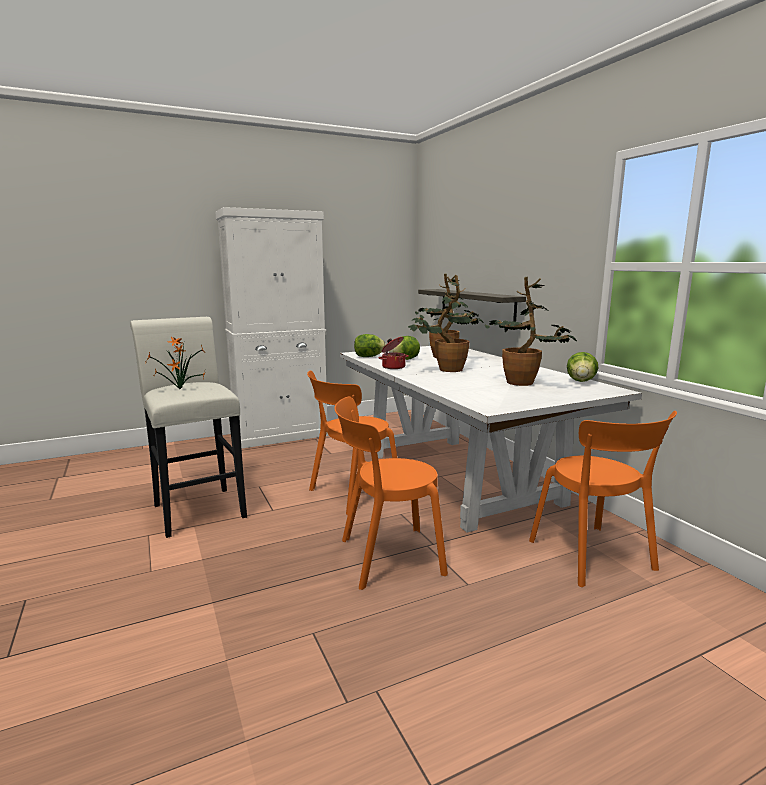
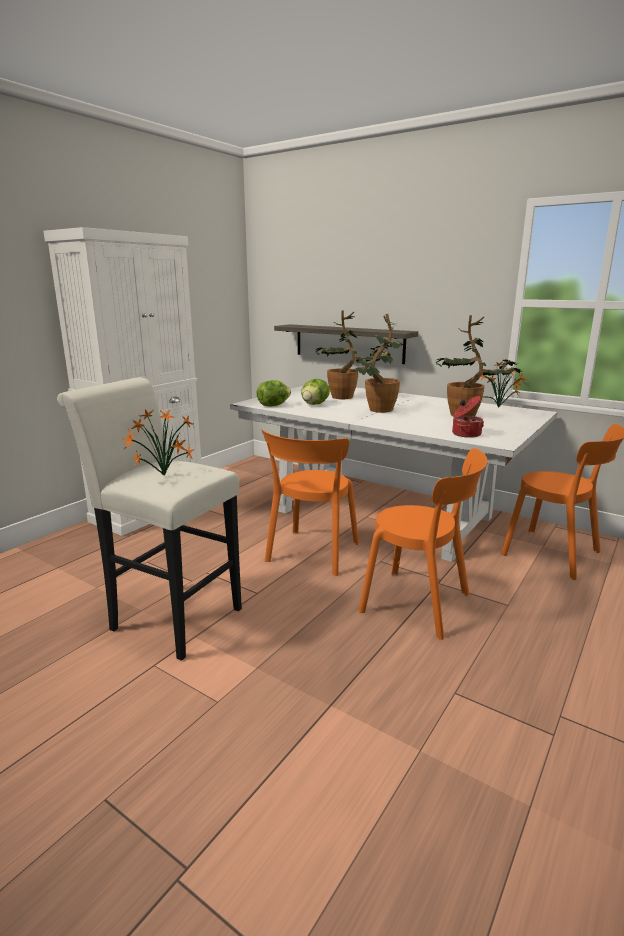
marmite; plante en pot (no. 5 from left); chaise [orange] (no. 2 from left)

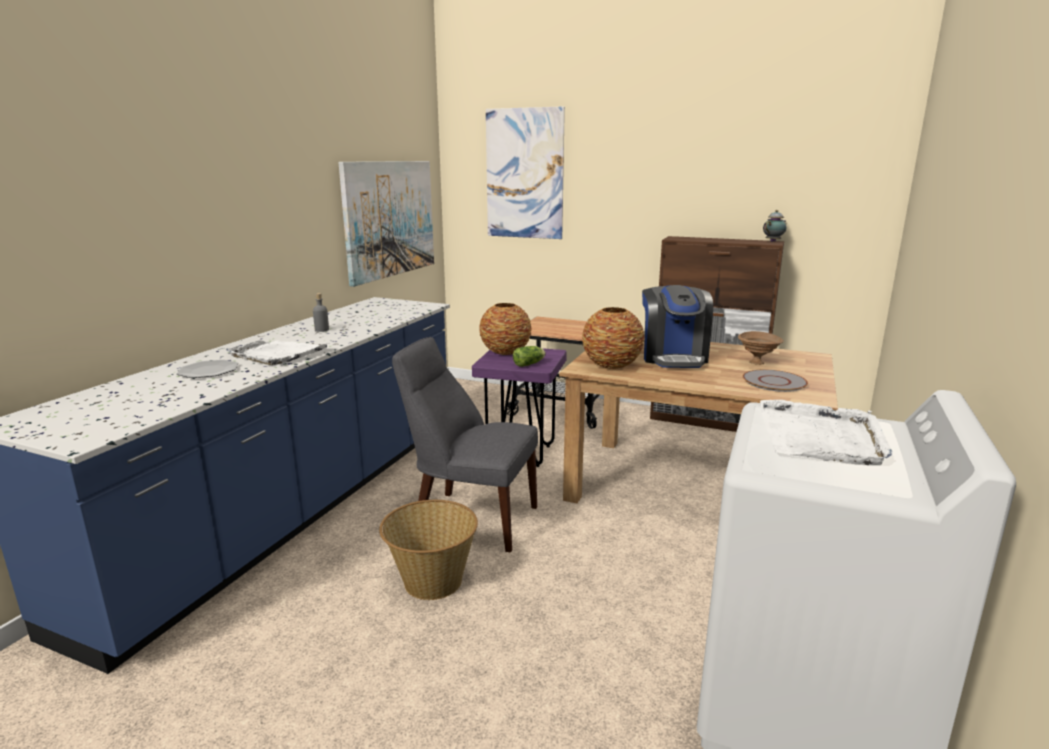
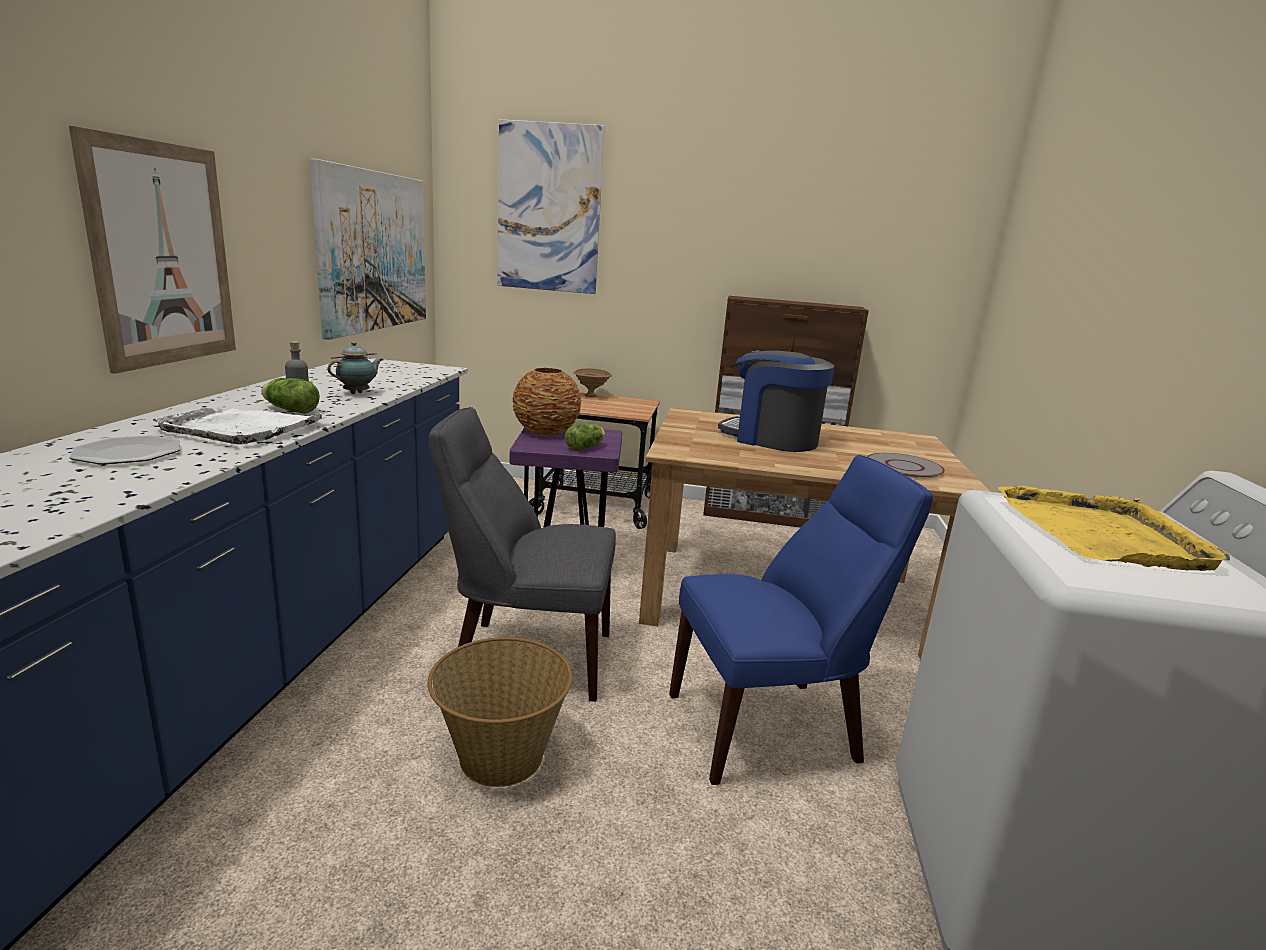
vase (no. 2 from left in the first image); tableau (no. 1 from left); laitue (no. 1 from left); chaise [bleu]; bol [marron]; théière; plateau [jaune]; machine à café

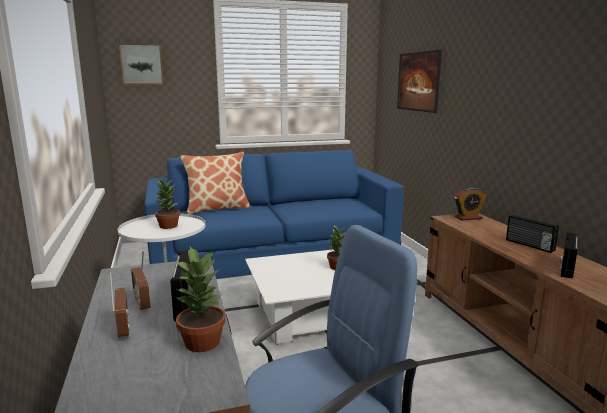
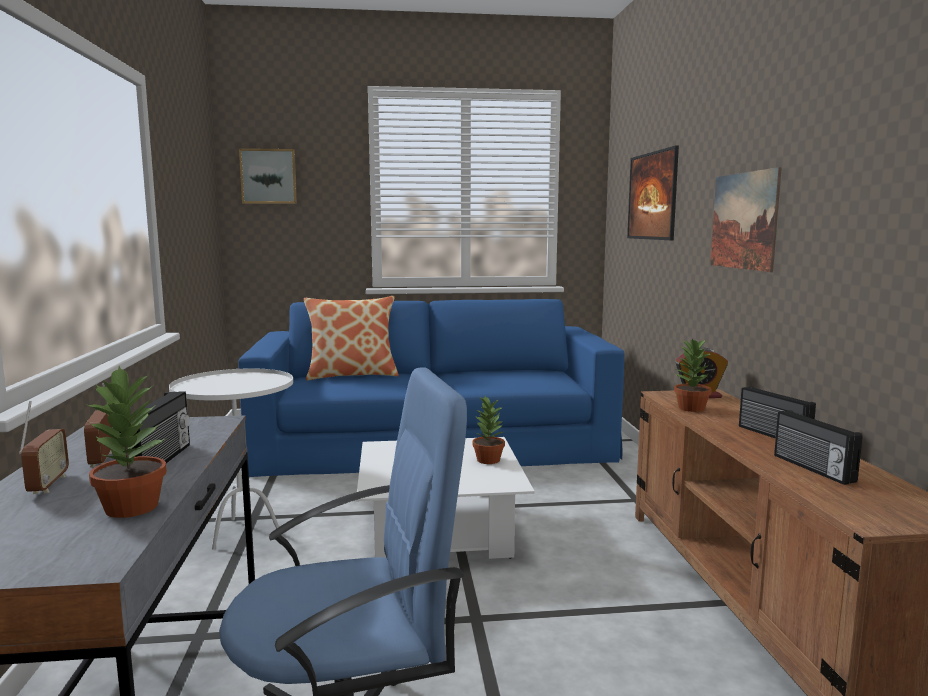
tableau (no. 3 from left); plante en pot (no. 3 from left); radio (no. 5 from left)

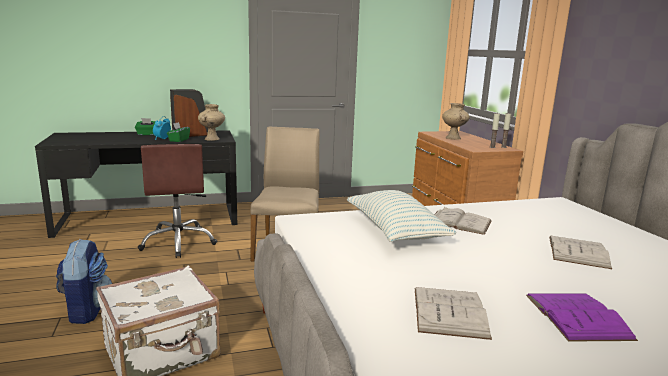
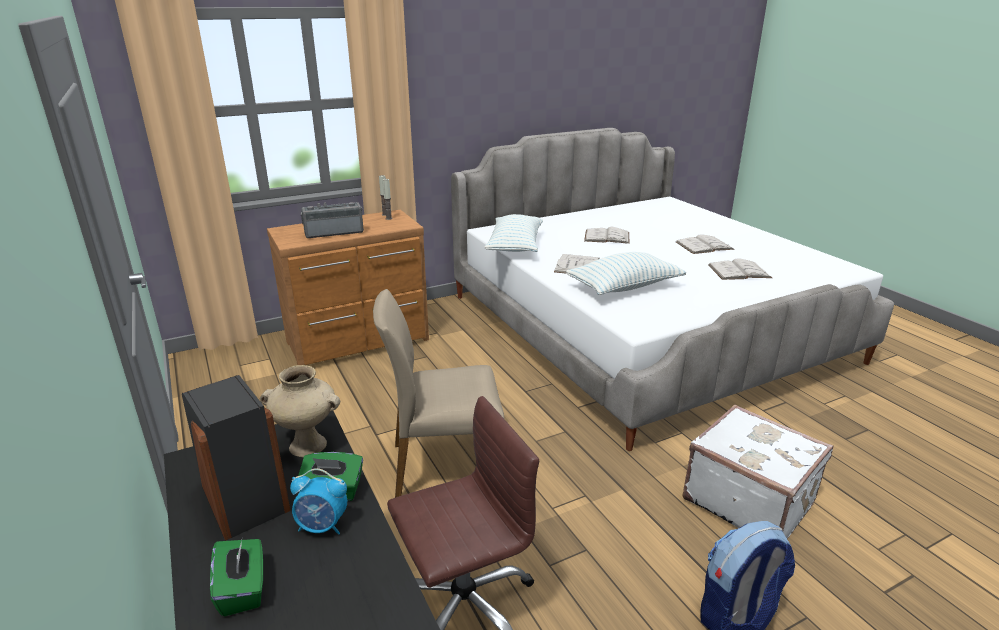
coussin (no. 1 from left); radio; livre [blanc] (no. 3 from left)

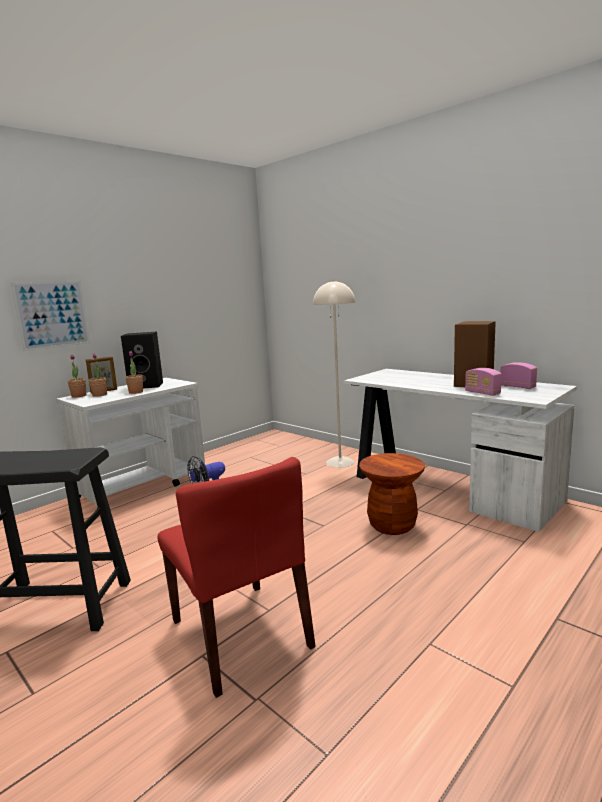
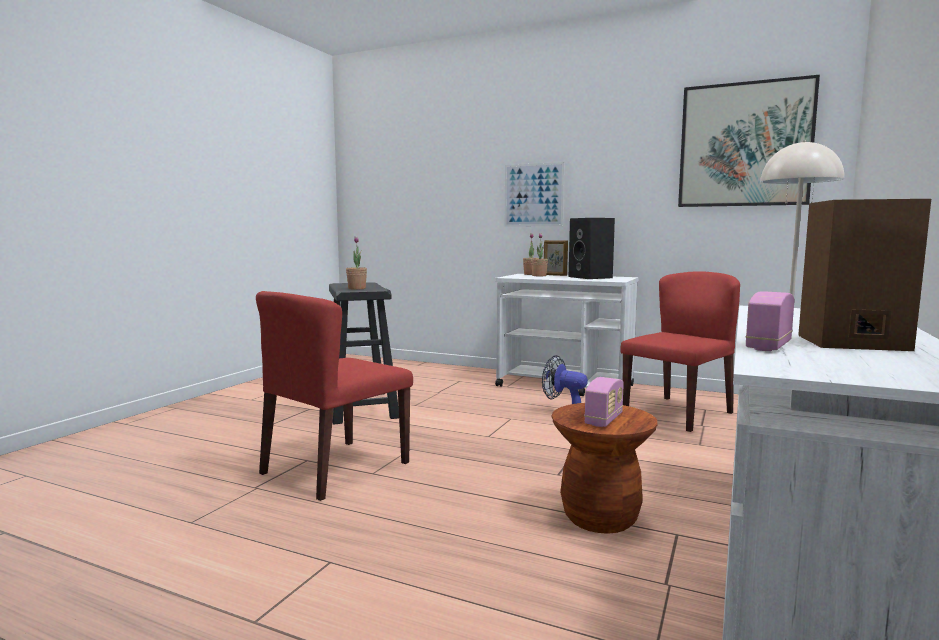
chaise [rouge] (no. 2 from left); tableau (no. 2 from left); plante en pot (no. 1 from left); radio (no. 1 from left)

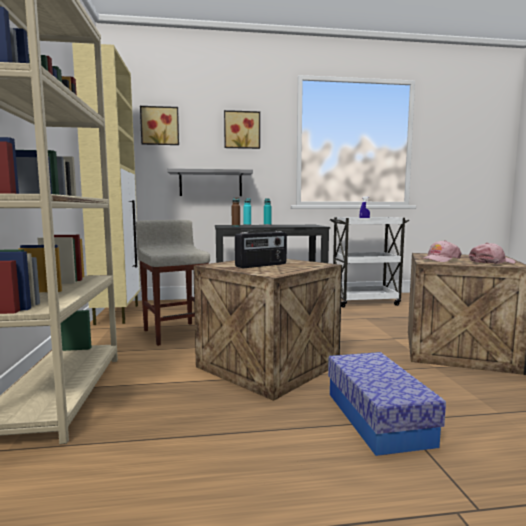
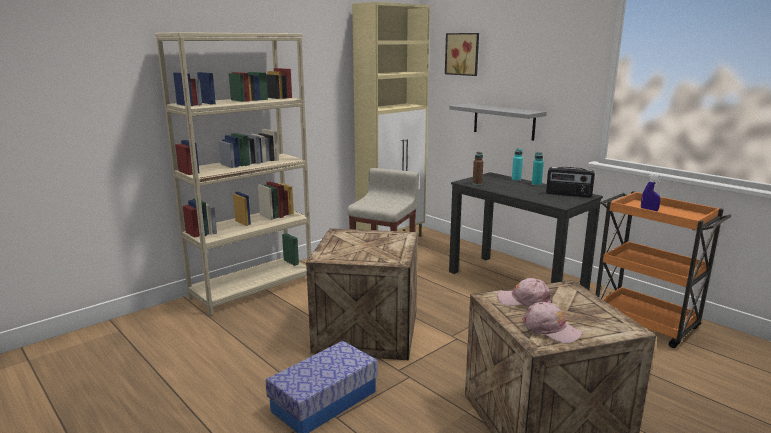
tableau (no. 2 from left in the first image); radio; chariot [orange]

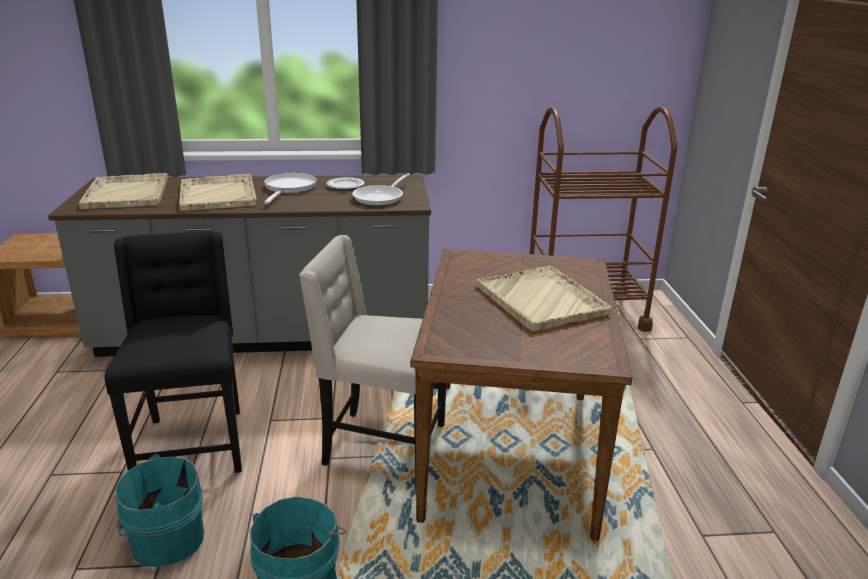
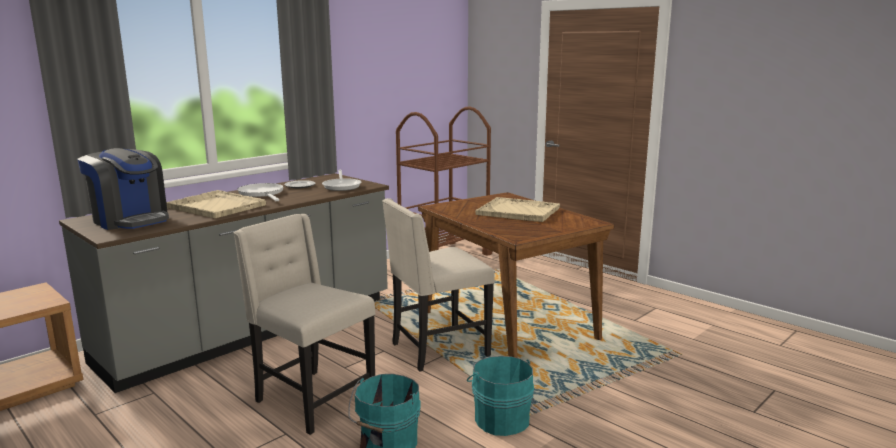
machine à café; chaise [beige] (no. 1 from left)

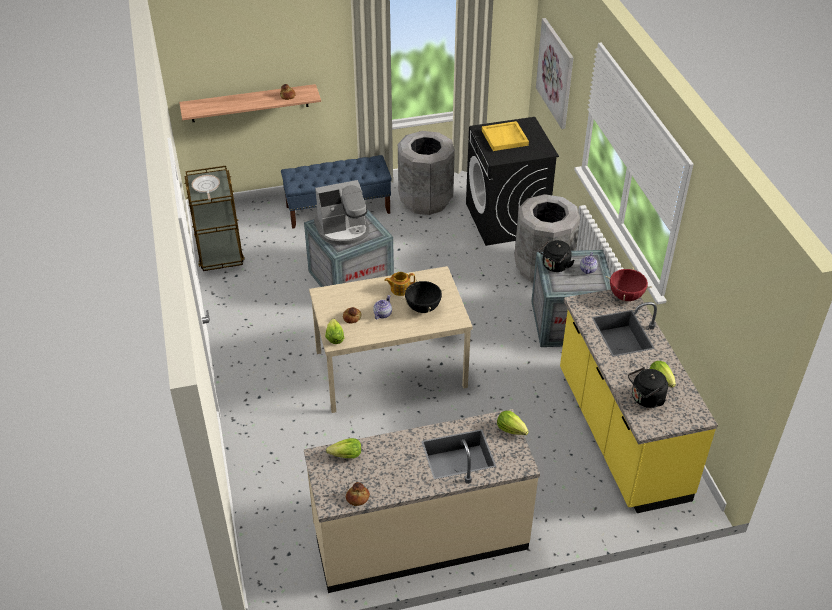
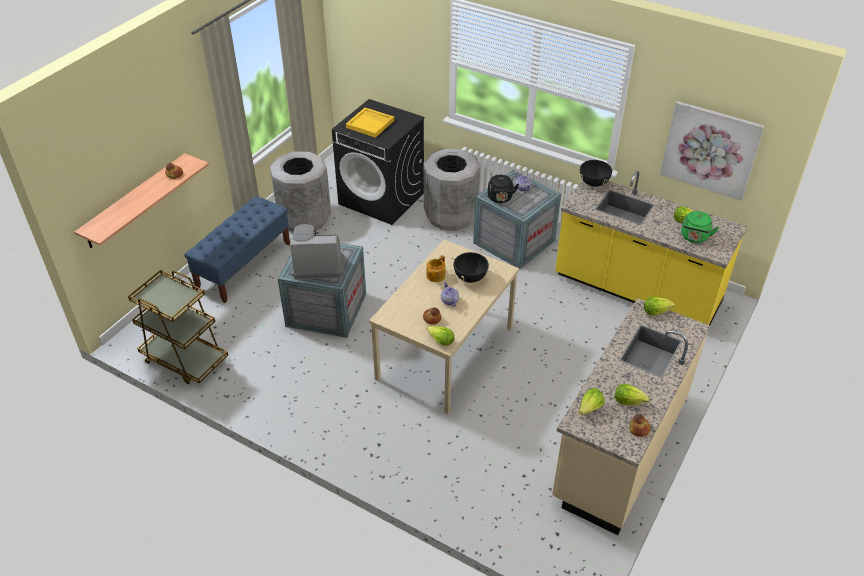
poêle; laitue (no. 3 from left); tableau; marmite [noir] (no. 2 from left); bouilloire [vert]; machine à café

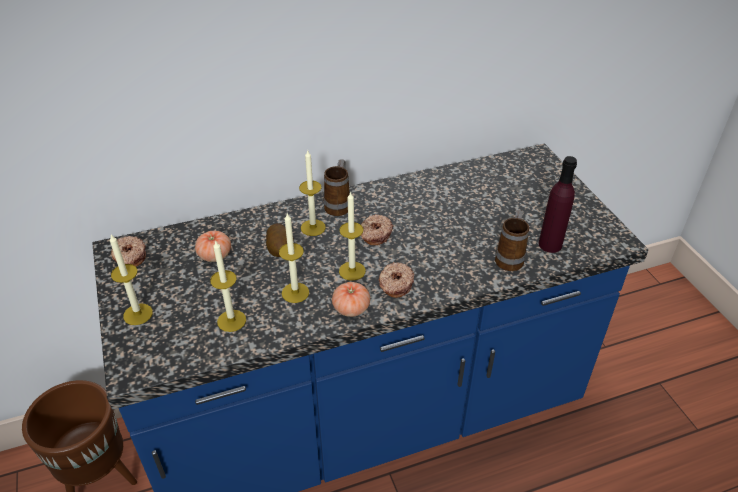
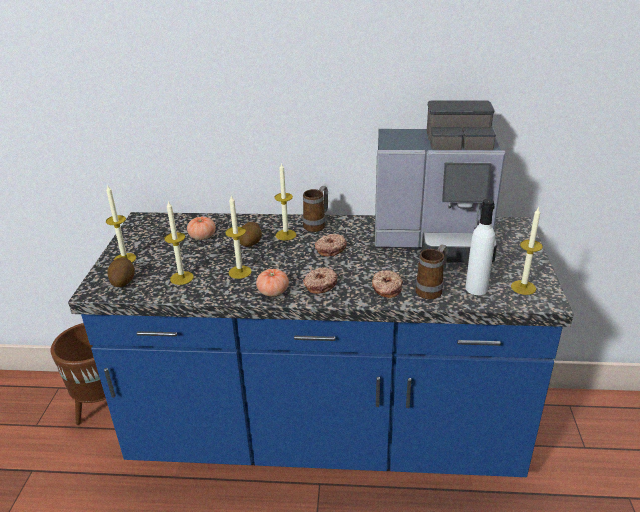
pomme de terre (no. 1 from left); machine à café; beignet (no. 3 from left); bougie (no. 5 from left); bouteille [blanc]

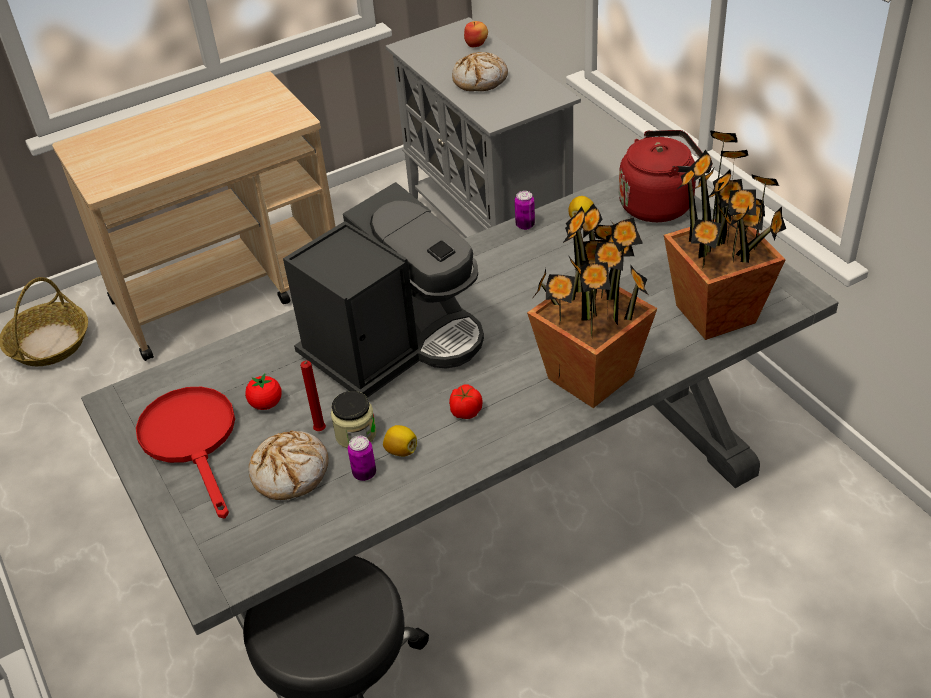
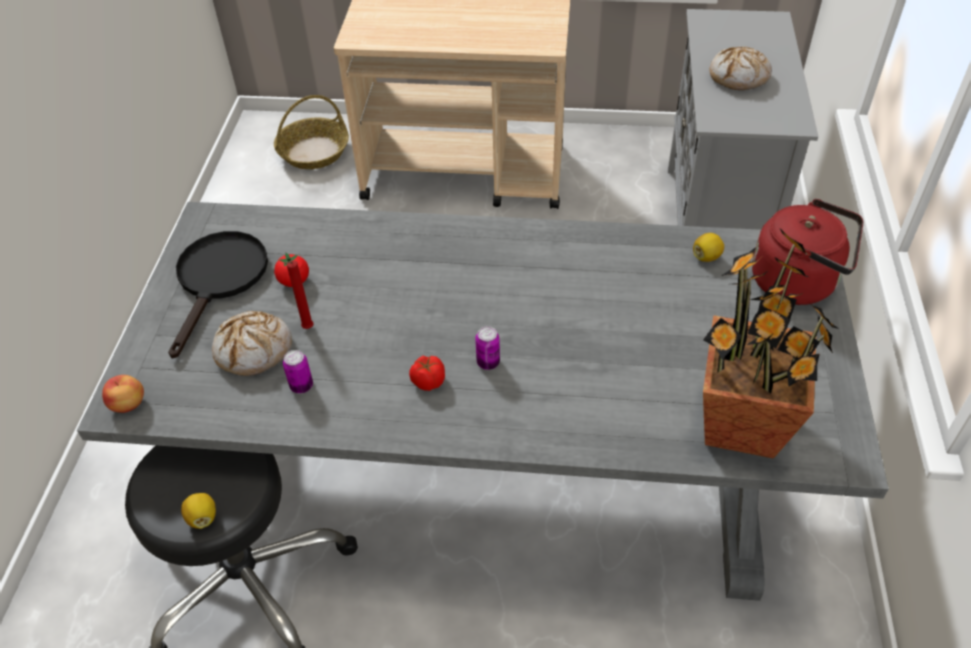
machine à café; bocal; plante en pot (no. 1 from left in the first image); citron (no. 1 from left); pomme; boîte métallique (no. 2 from left); poêle [noir]

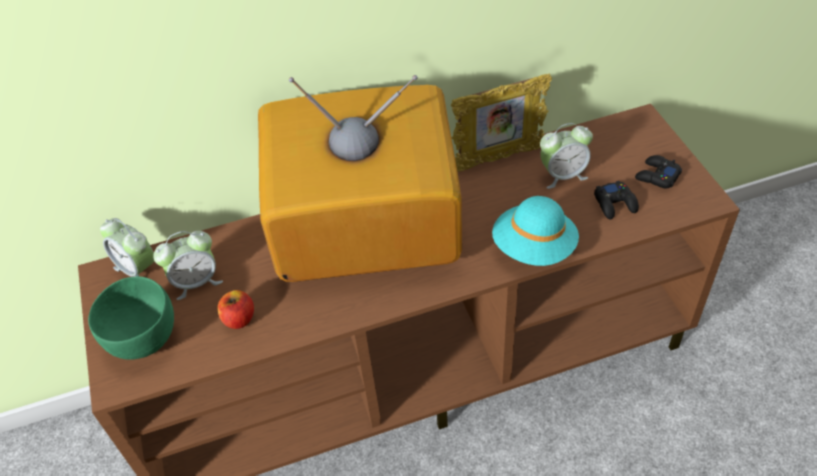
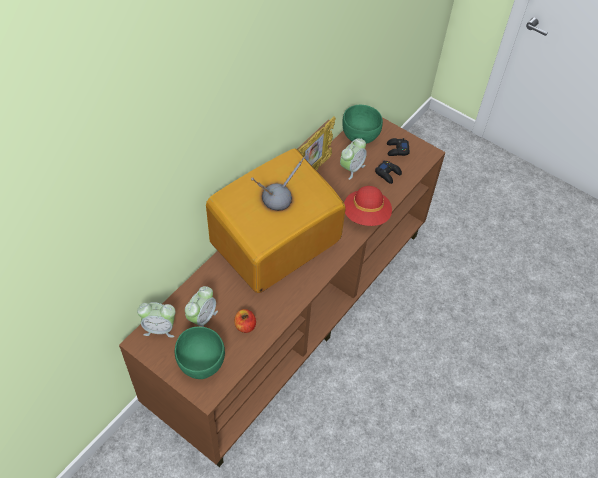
bol [vert] (no. 2 from left); chapeau [rouge]

